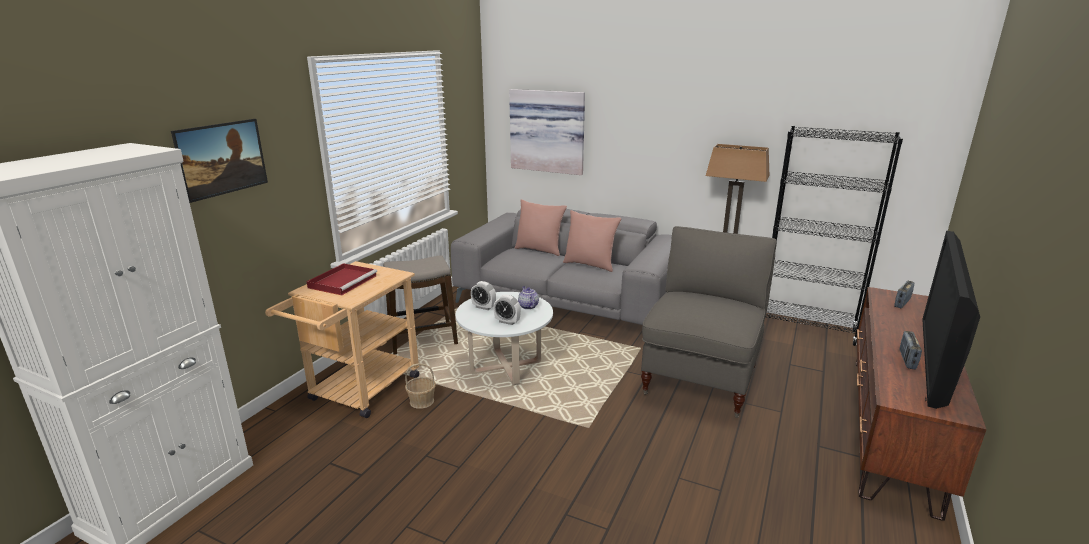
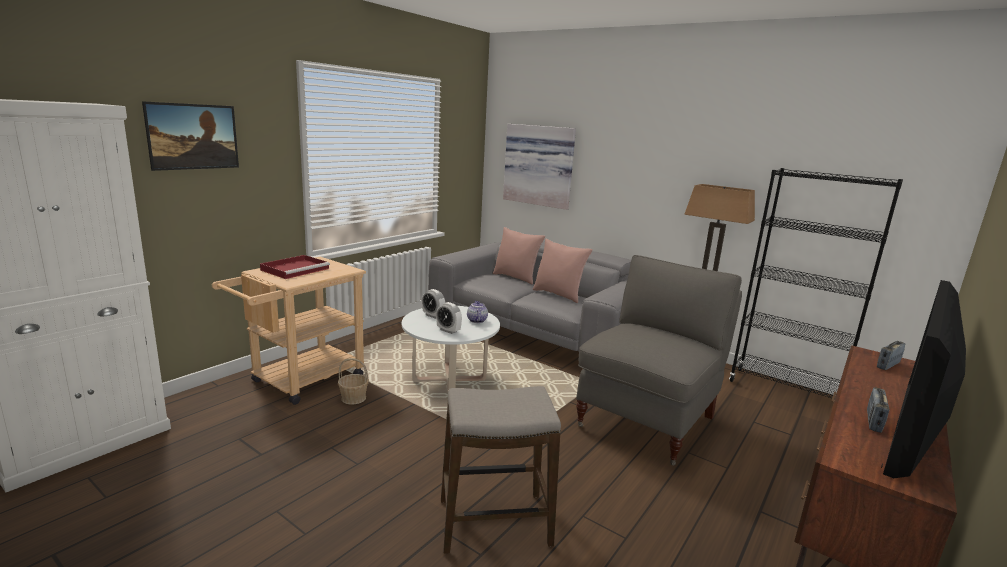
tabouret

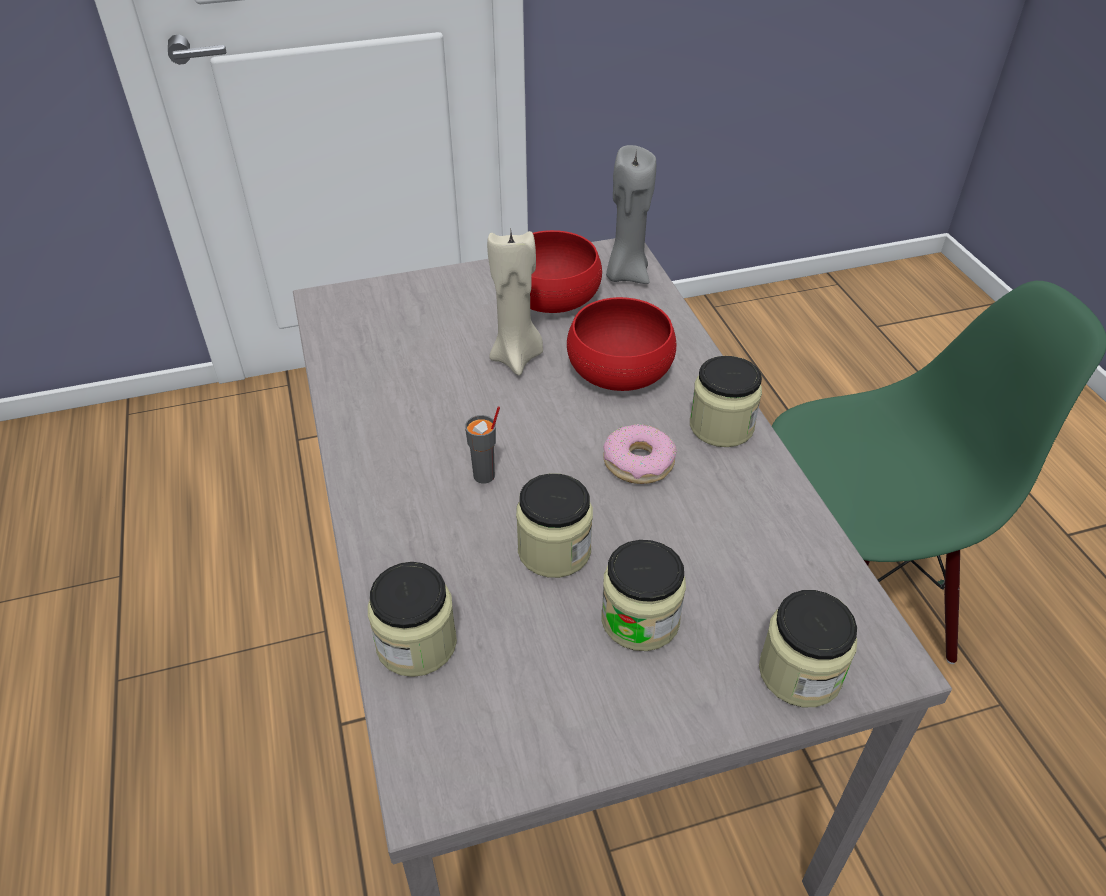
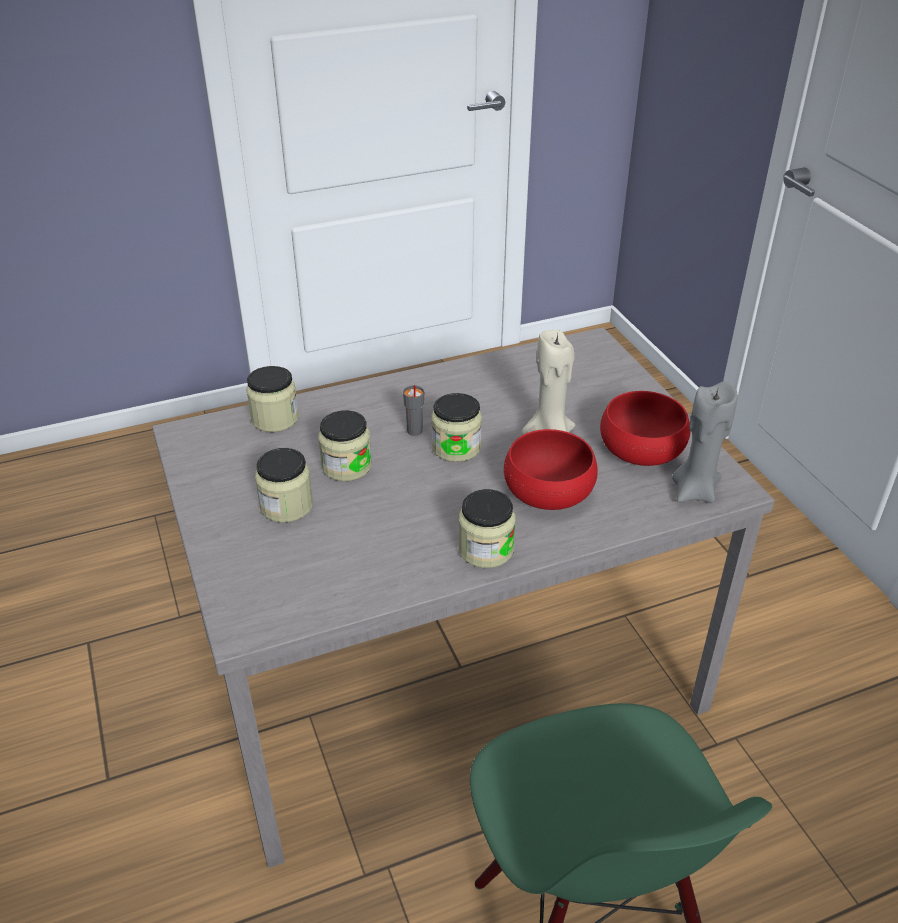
beignet; bocal (no. 4 from left)

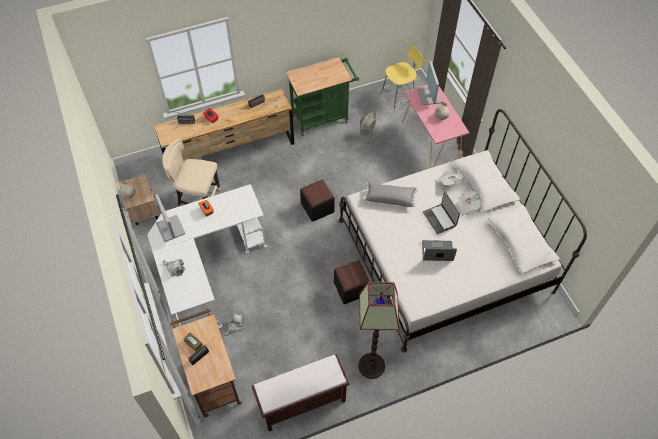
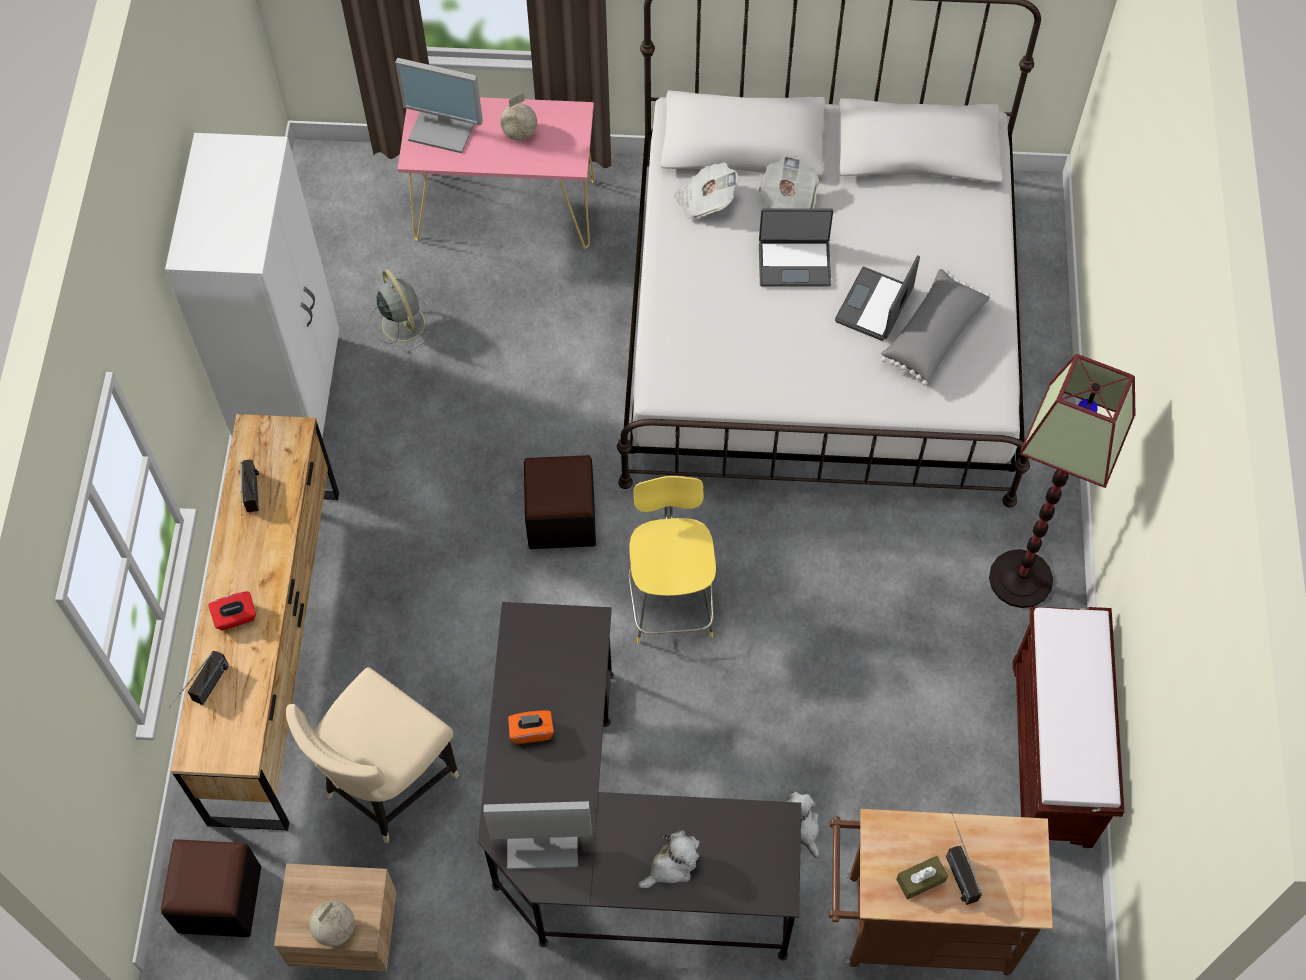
pouf [noir] (no. 1 from left); coussin [gris]; tabouret [jaune]; armoire [blanc]; bureau [noir]

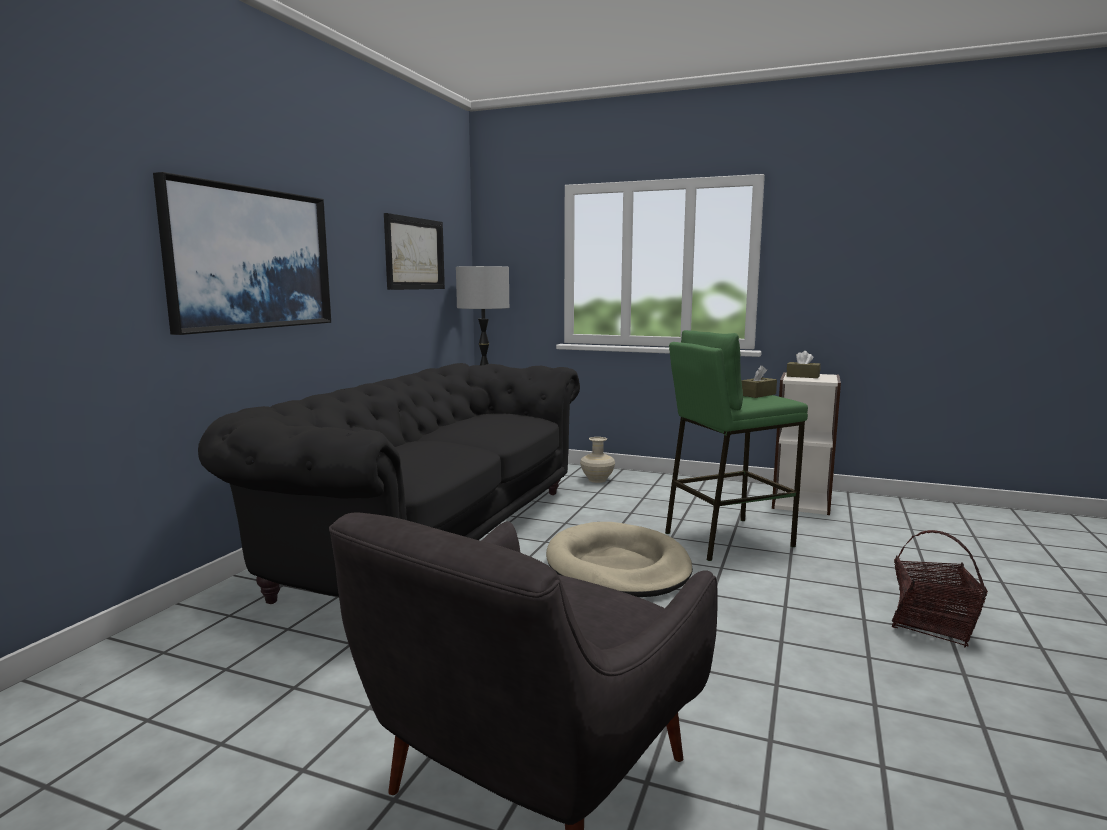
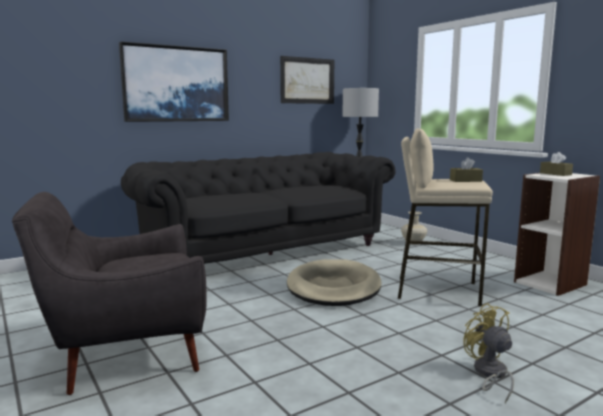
ventilateur [jaune]; tabouret [beige]

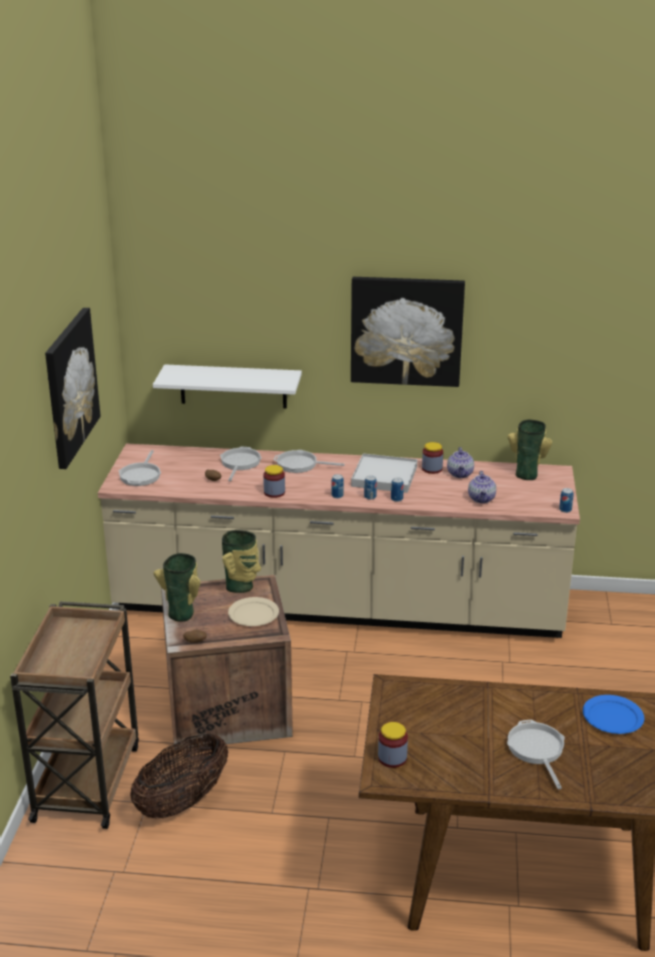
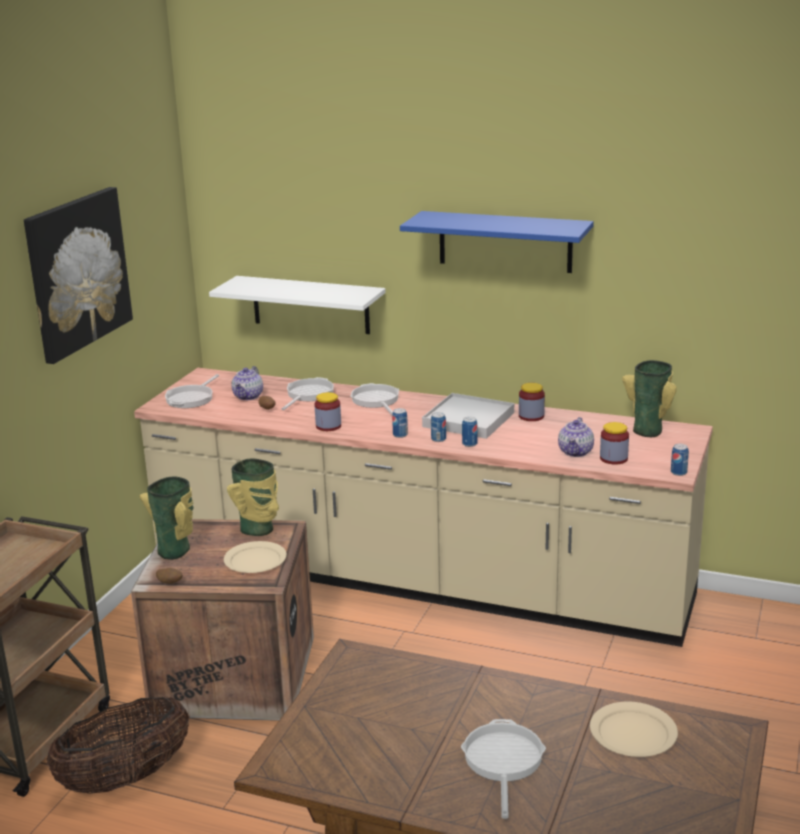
bocal (no. 3 from left); théière (no. 1 from left); étagère [bleu]; assiette [beige] (no. 2 from left); poêle (no. 3 from left)

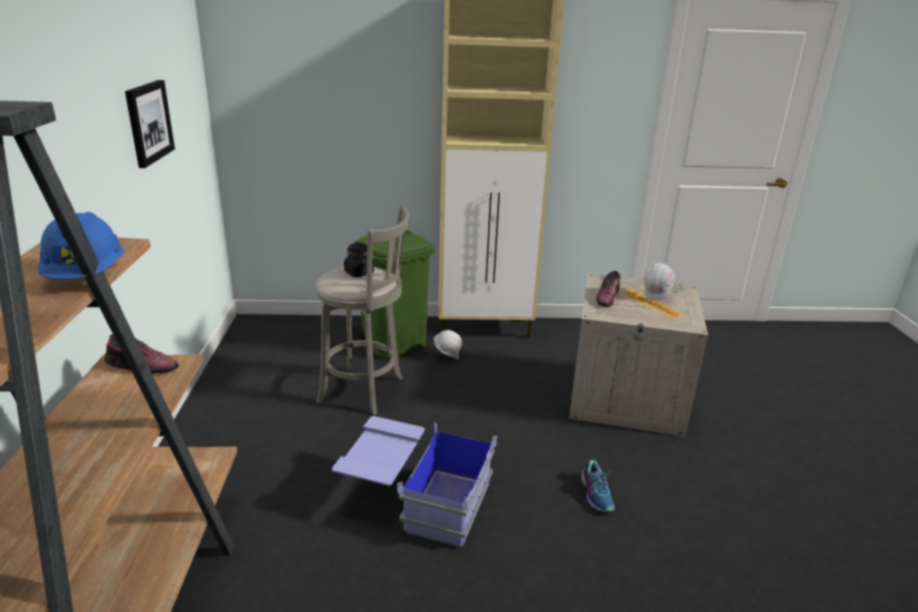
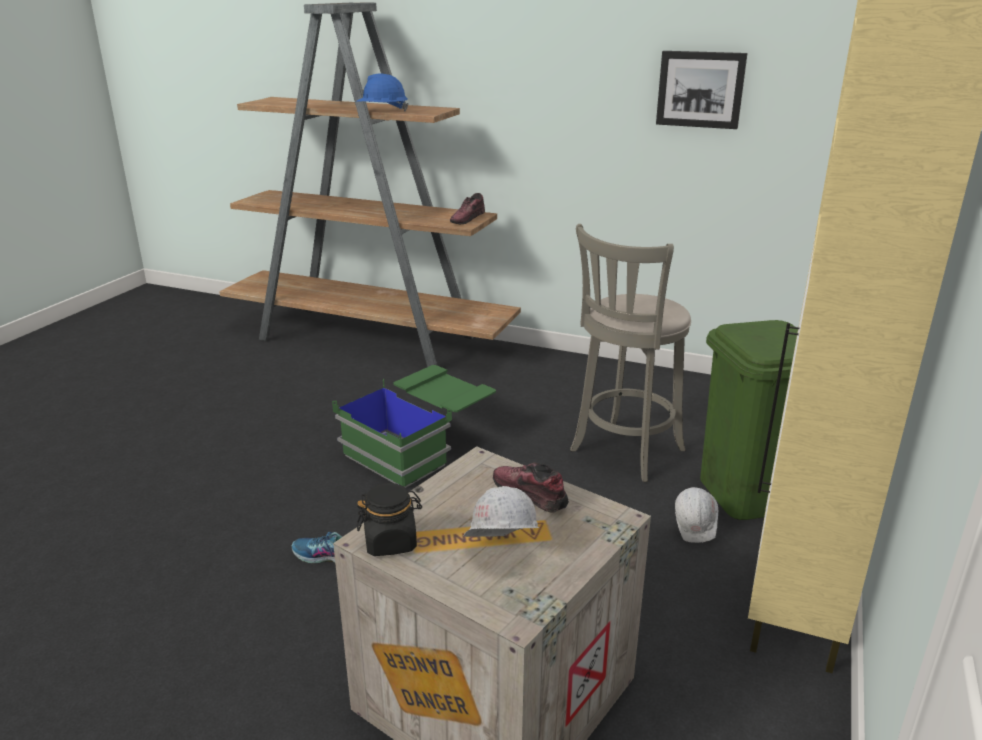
bocal [noir]; boîte de rangement [vert]

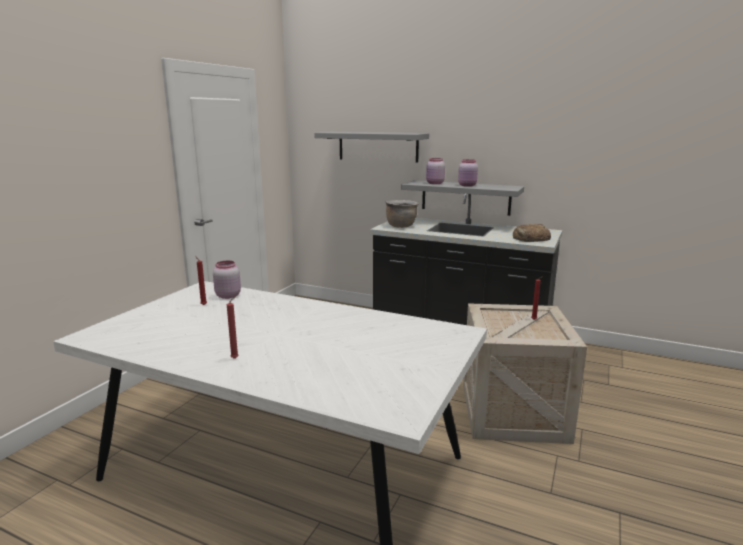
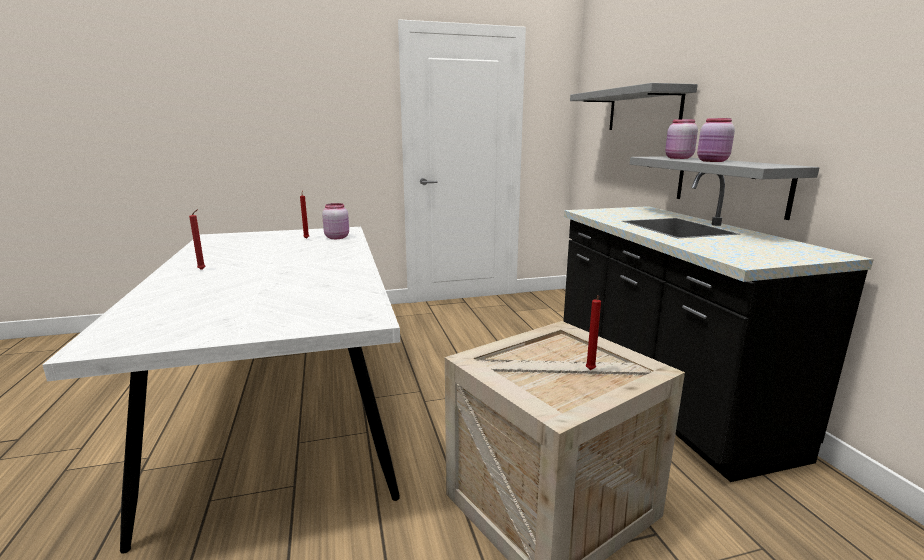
marmite [marron]; pain

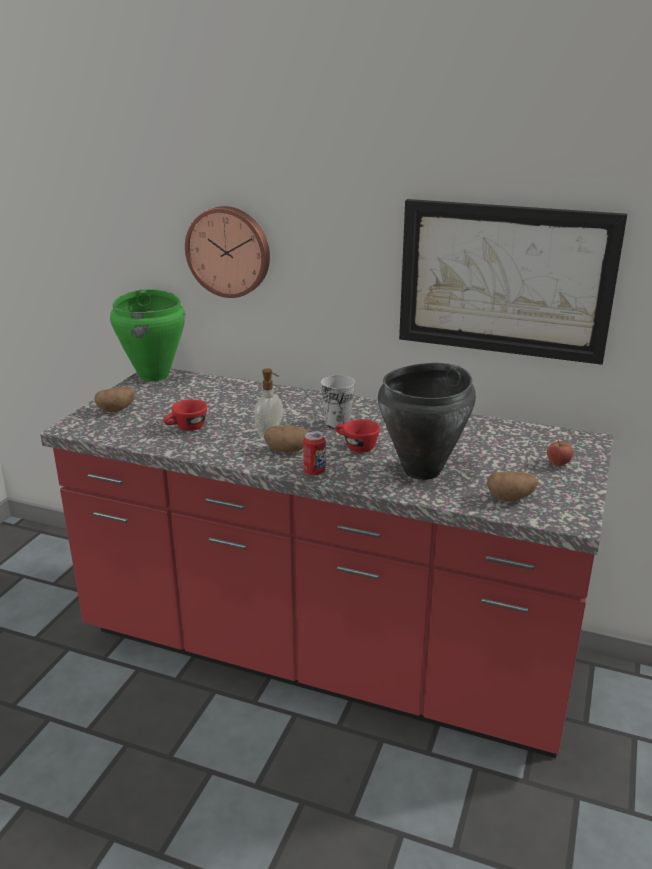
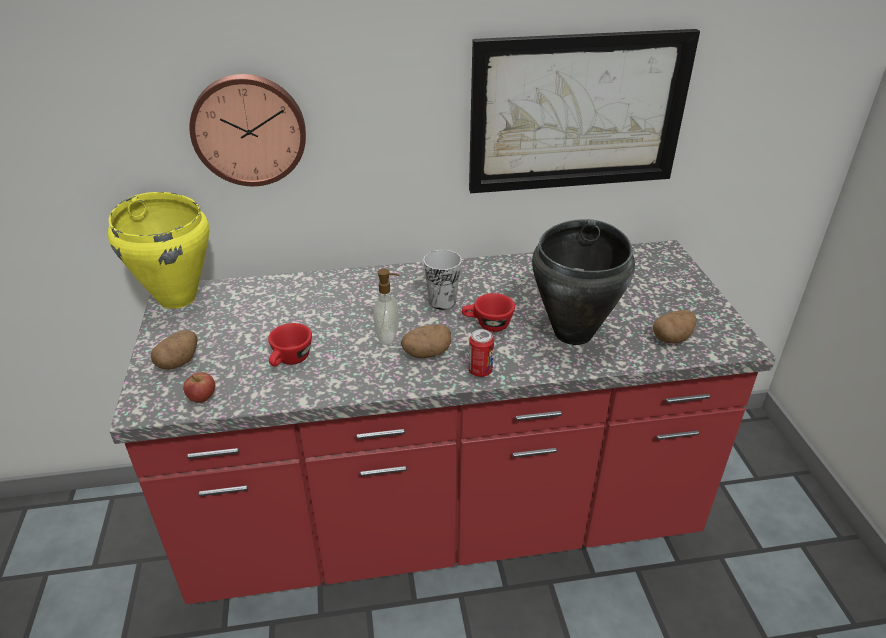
pomme; marmite [jaune]

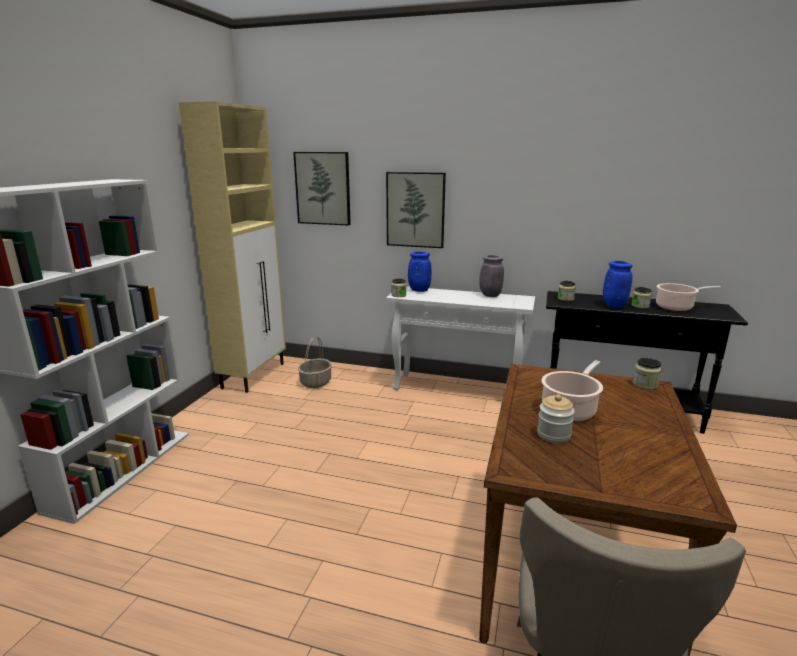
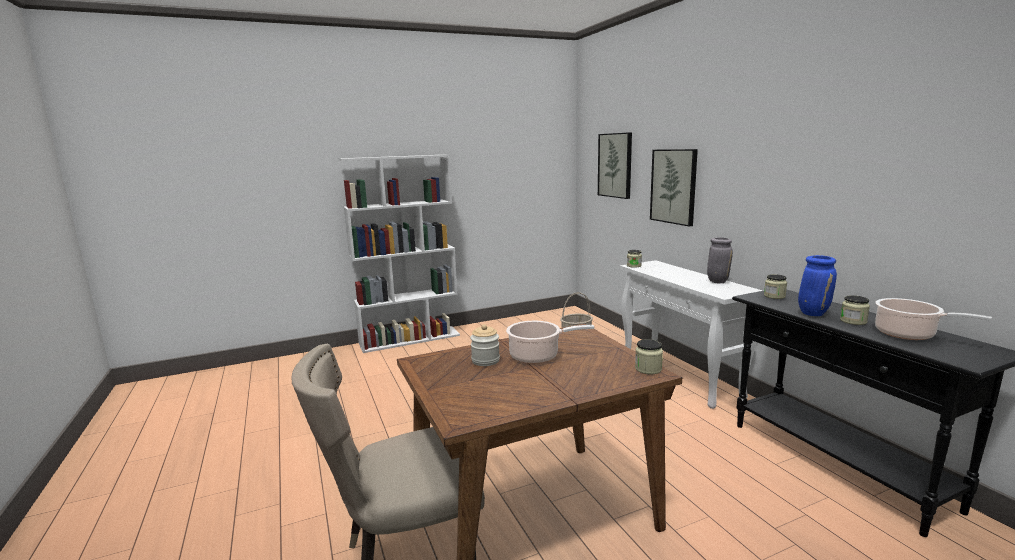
meuble de rangement [beige]; vase [bleu] (no. 1 from left in the first image)

